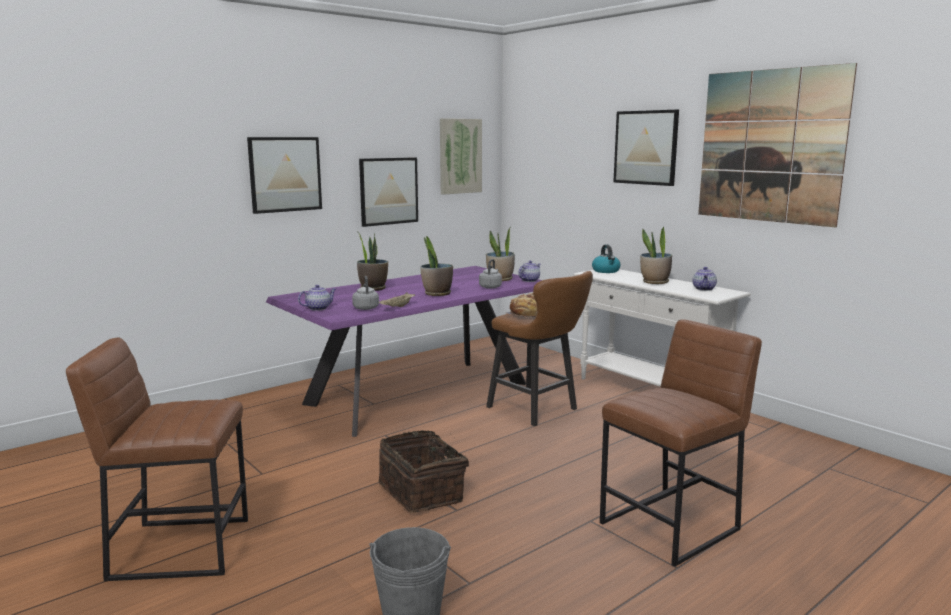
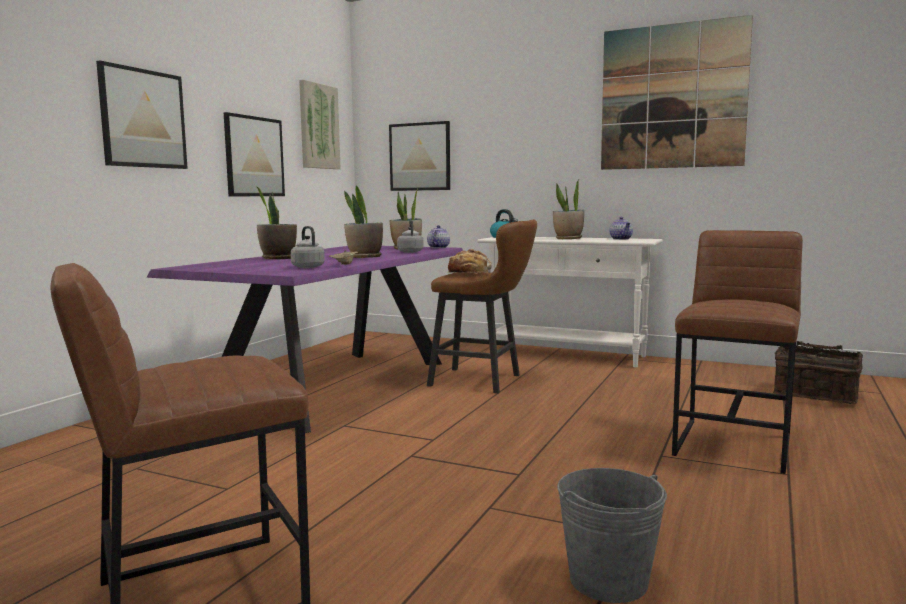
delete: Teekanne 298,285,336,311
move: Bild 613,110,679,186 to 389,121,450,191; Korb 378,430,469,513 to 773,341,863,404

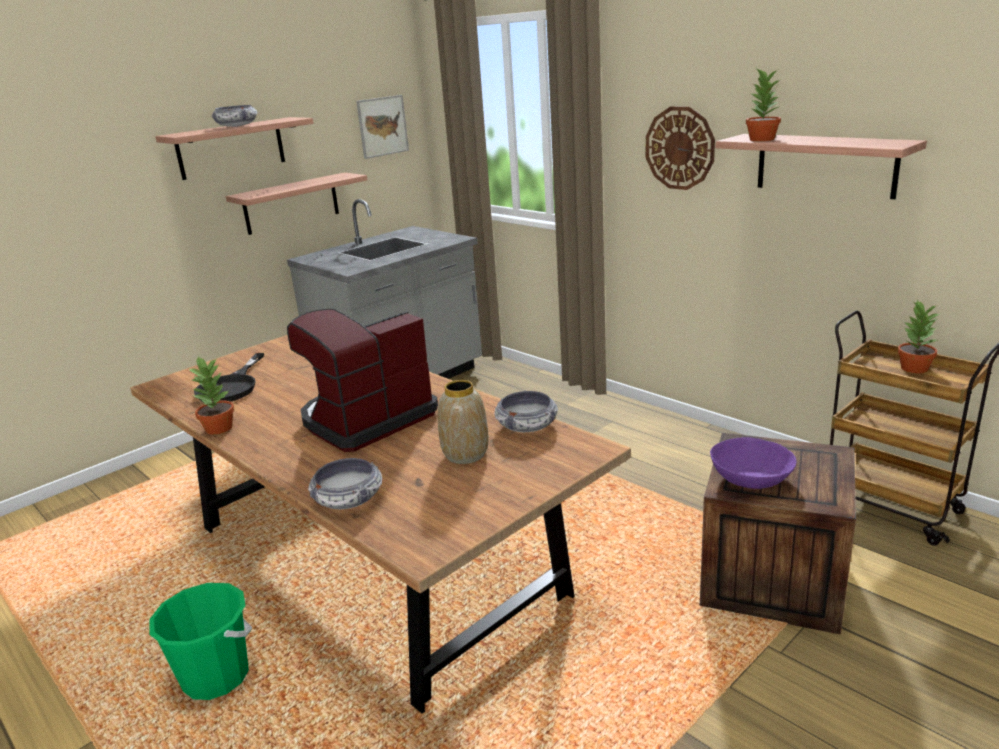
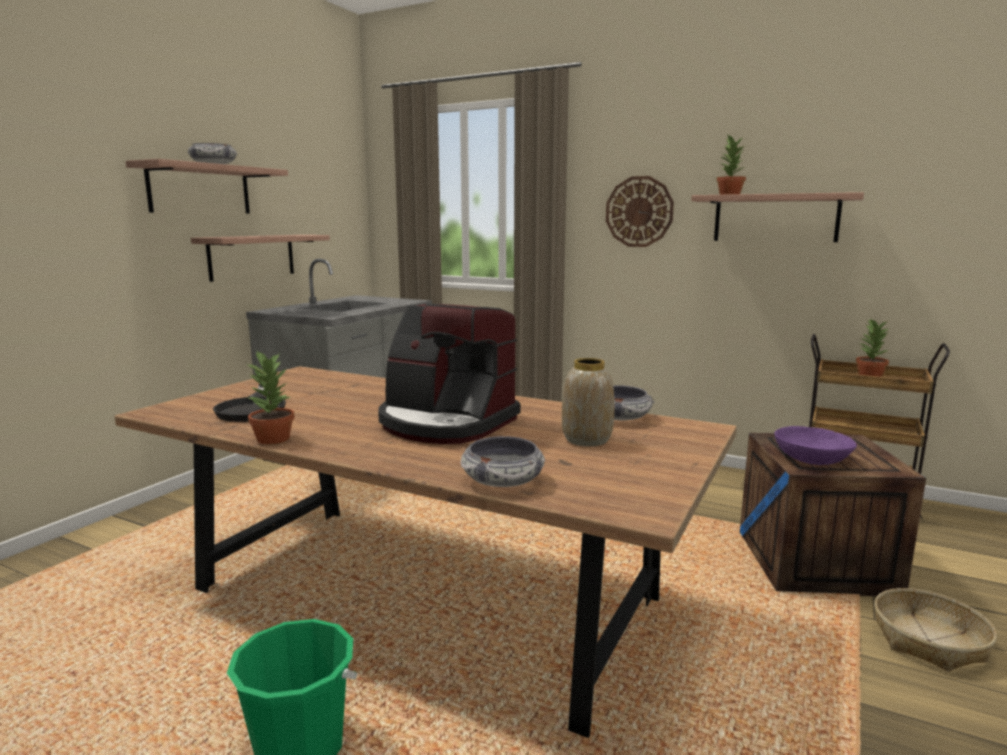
delete: Bild 356,95,409,159
insert: Korb 874,588,997,672
rotate: Kaffeemaschine 287,309,438,452 = 378,304,521,444 90 degrees counterclockwise

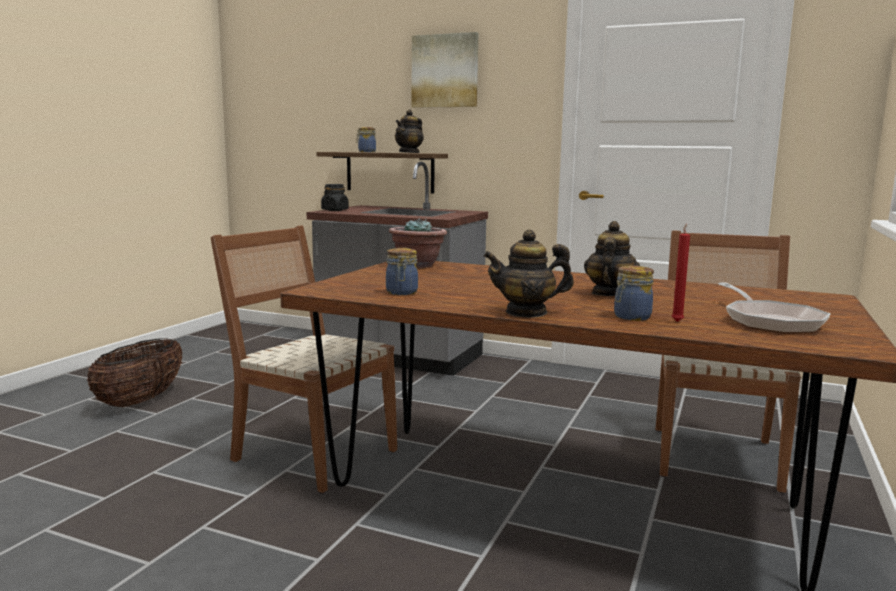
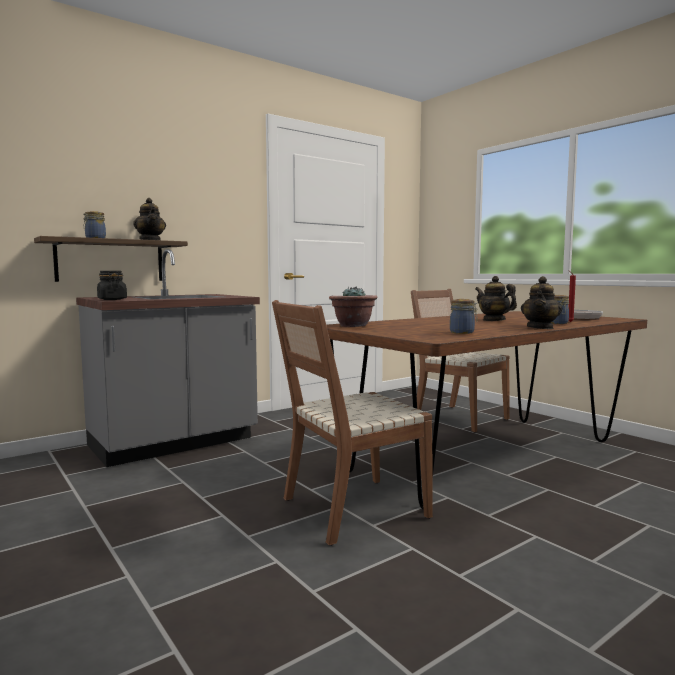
delete: Bild 412,32,478,108; Korb 87,338,183,407

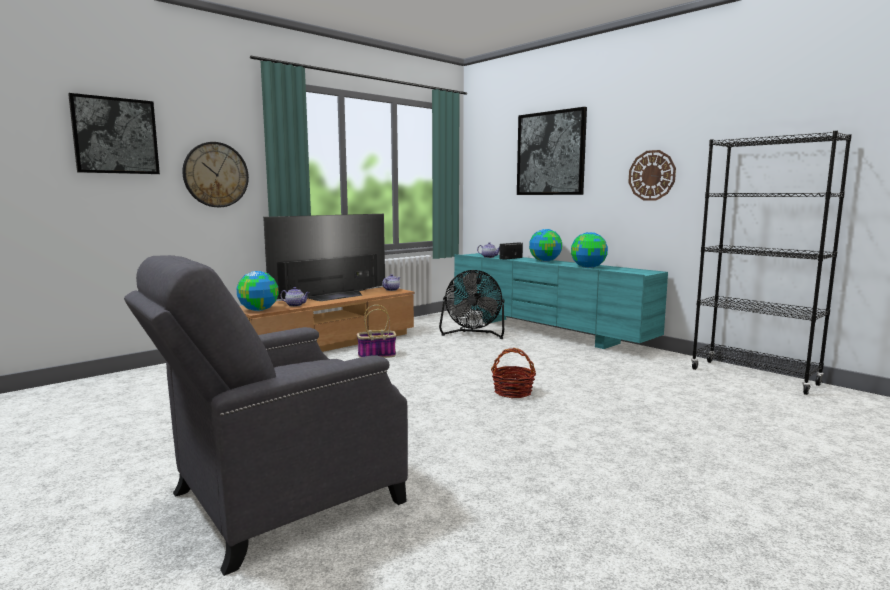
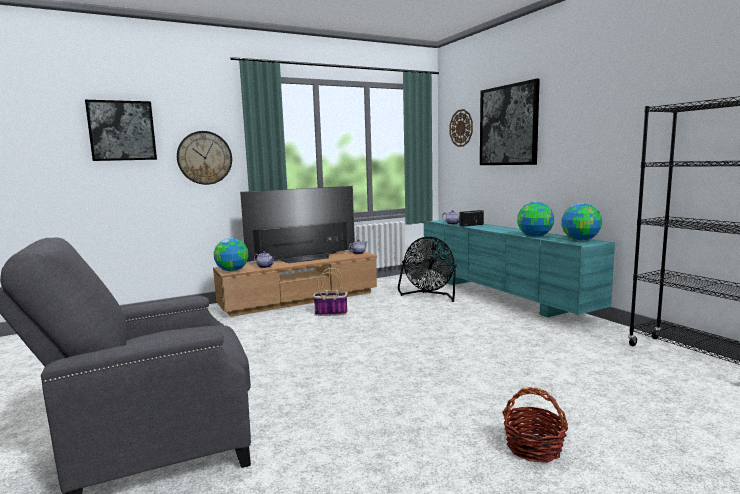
move: Wanduhr 628,150,676,201 to 450,109,473,147; Globus 529,229,562,262 to 561,203,602,241; Korb 491,348,536,398 to 502,387,568,463

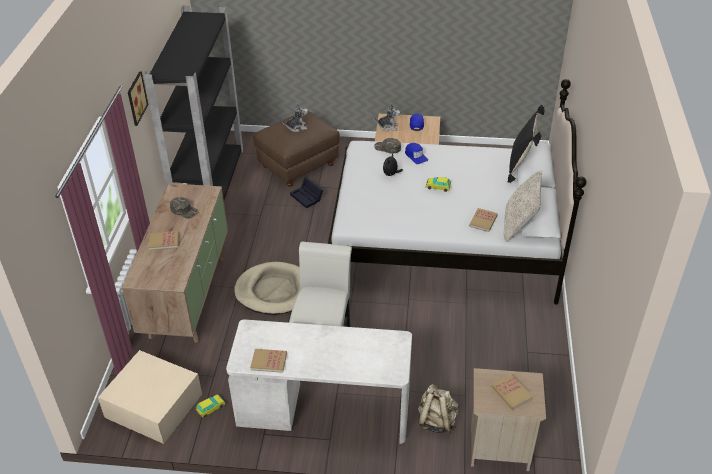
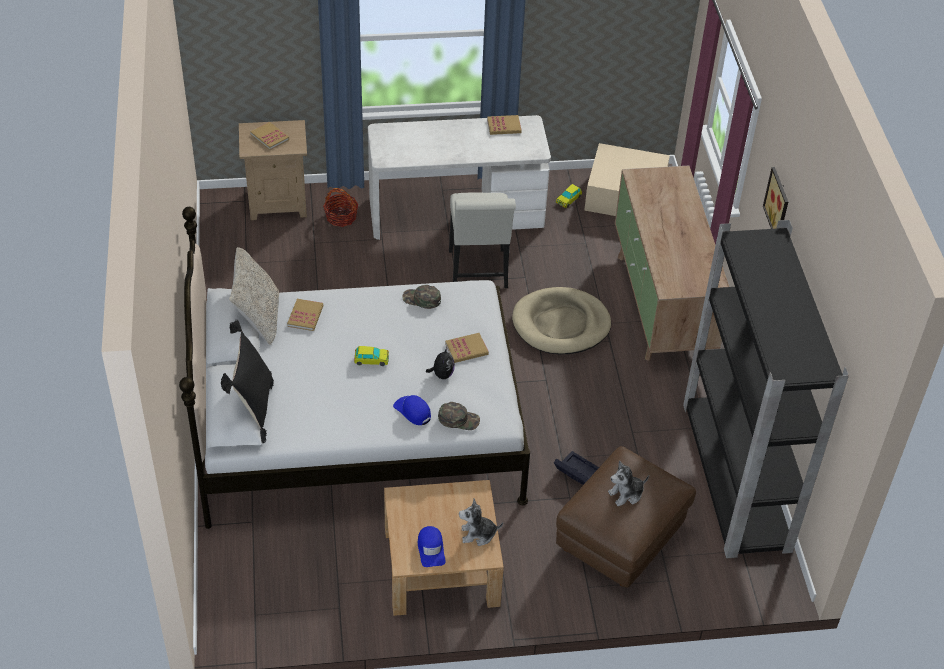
move: Kappe/grün 170,197,199,219 to 402,285,441,309; Buch 149,231,179,250 to 445,333,489,363
replace: Rucksack/beige 418,384,459,434 to Korb 323,188,359,227

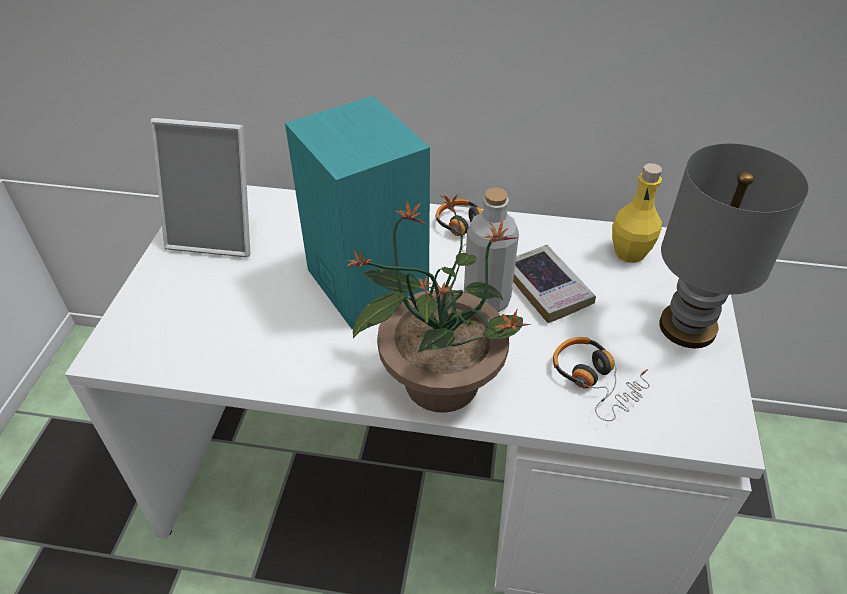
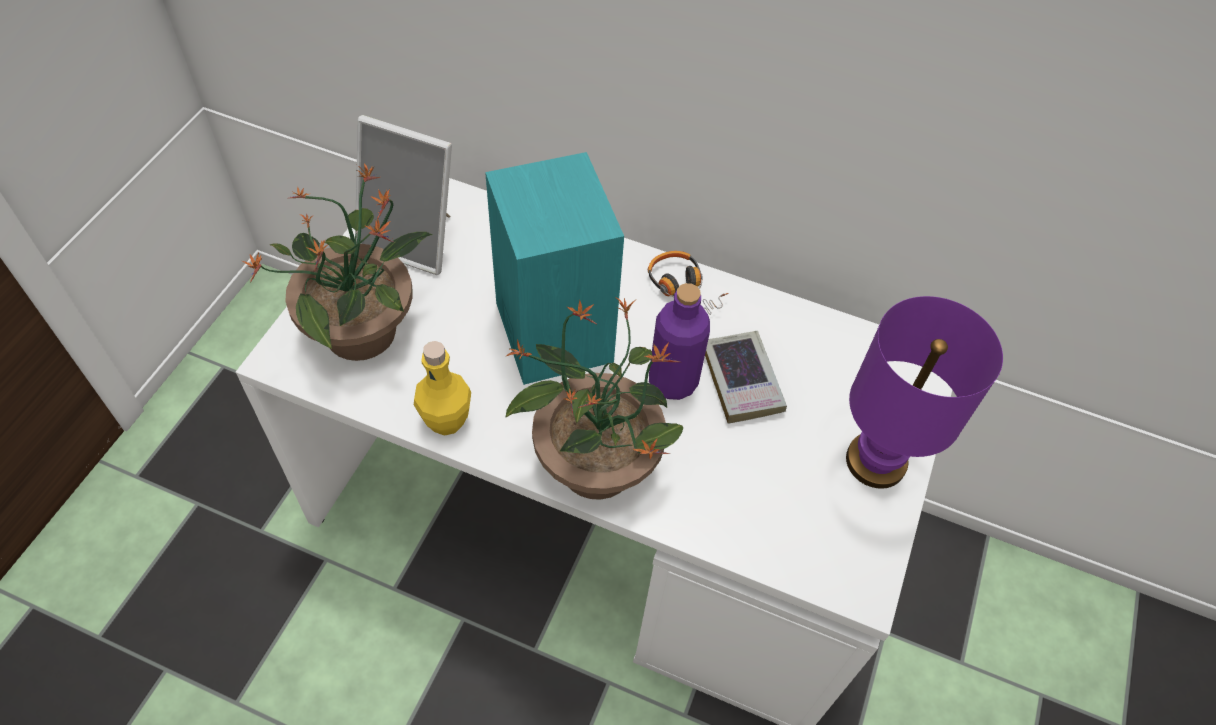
delete: Kopfhörer 553,337,650,421
insert: Topfpflanze 242,163,432,361
move: Flasche/gelb 612,163,662,263 to 414,341,471,436
recolor: Tischlampe/grau 659,143,809,348 to Tischlampe/lila 846,296,1003,489; Flasche/grau 464,188,519,313 to Flasche/lila 649,283,710,400

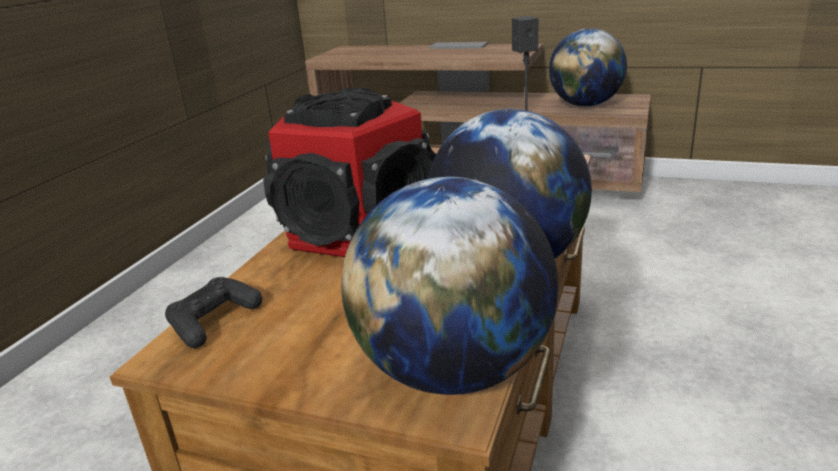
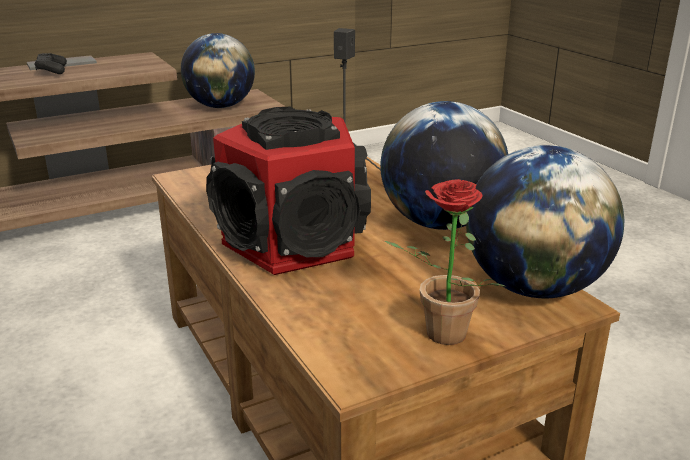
insert: Topfpflanze 384,179,507,345
move: Gamepad/schwarz 165,277,262,348 to 34,53,67,74

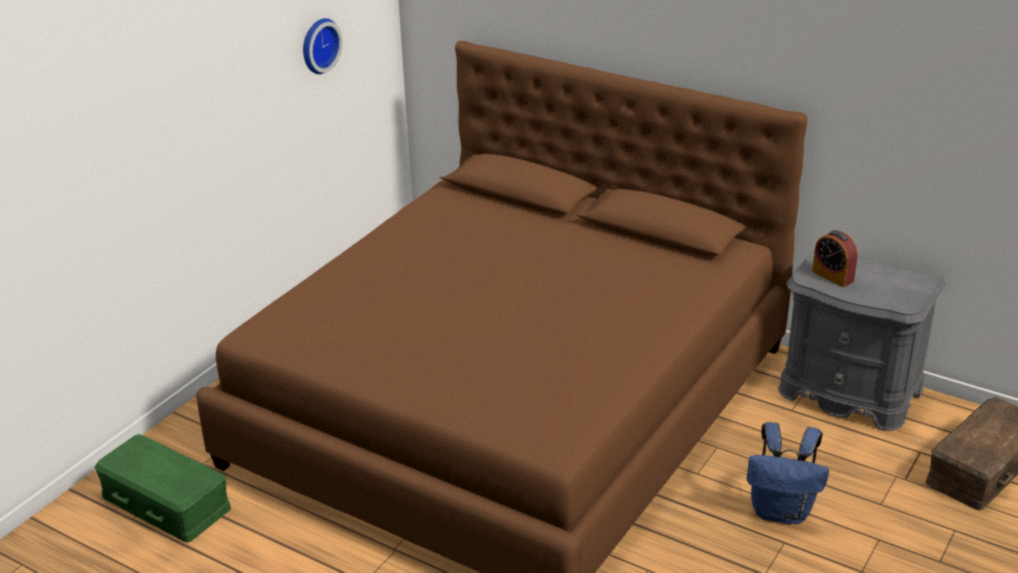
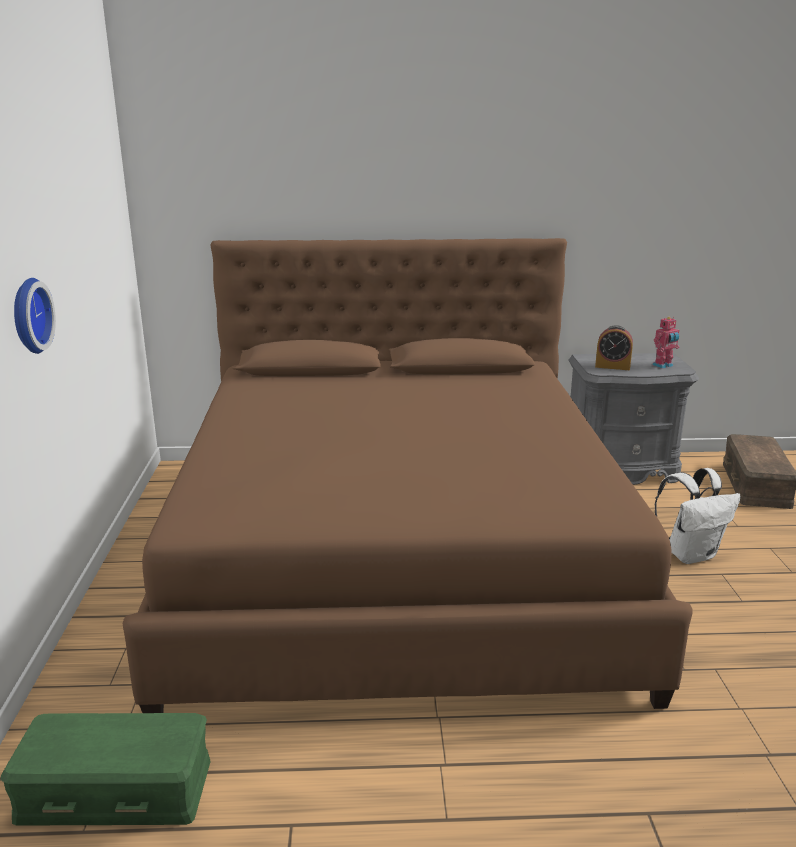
insert: Spielzeugroboter 652,317,679,369
move: Wanduhr 303,18,342,74 to 14,278,56,354
recolor: Rucksack/blau 747,422,829,524 to Rucksack/weiß 654,468,741,564

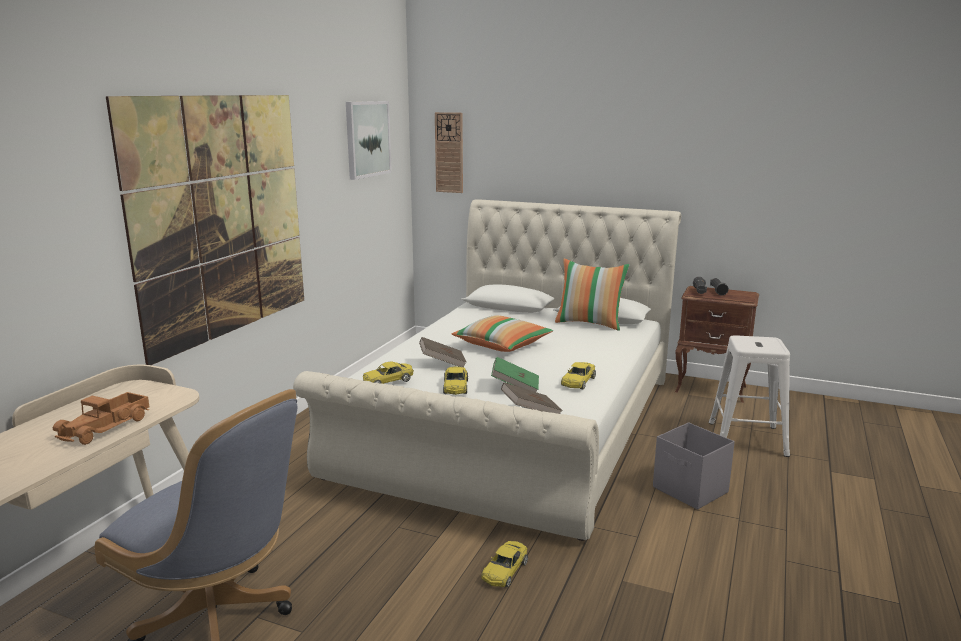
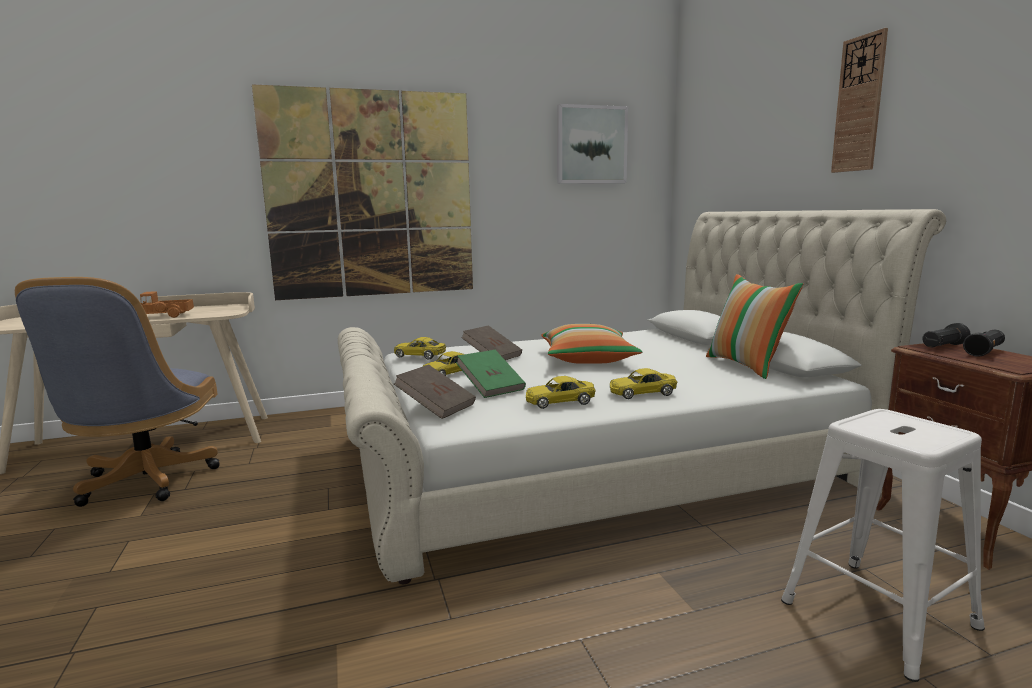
delete: Aufbewahrungsbox/grau 653,423,735,510
move: Wanduhr 435,112,463,193 to 831,28,888,173; Spielzeugauto/gelb 481,541,528,587 to 610,368,678,399

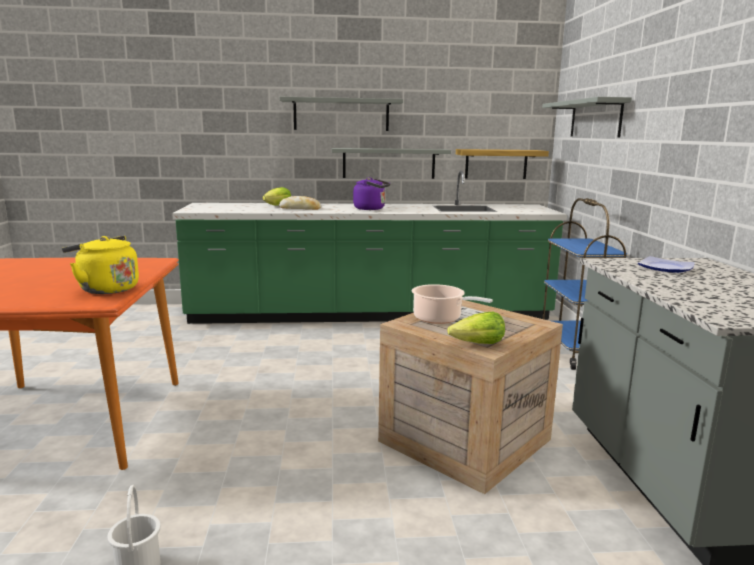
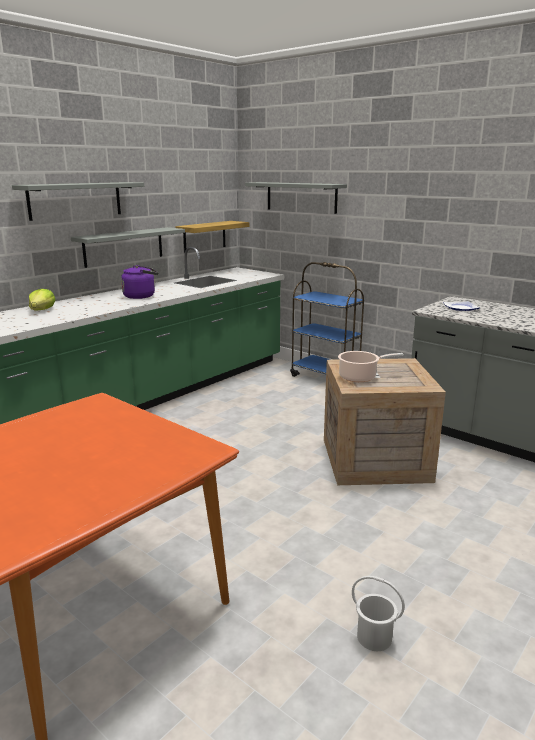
delete: Brot 279,196,321,210; Wasserkessel/gelb 62,236,139,294; Salatkopf 447,312,505,344

